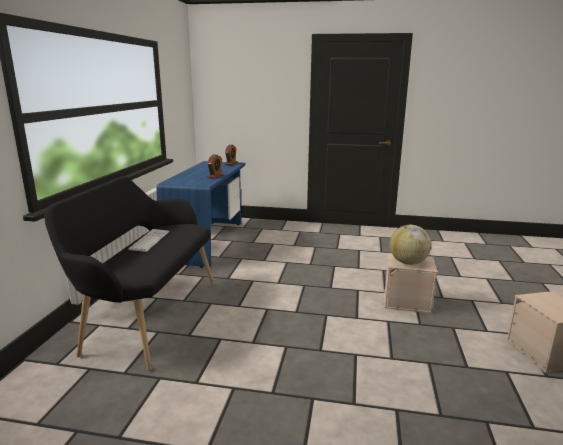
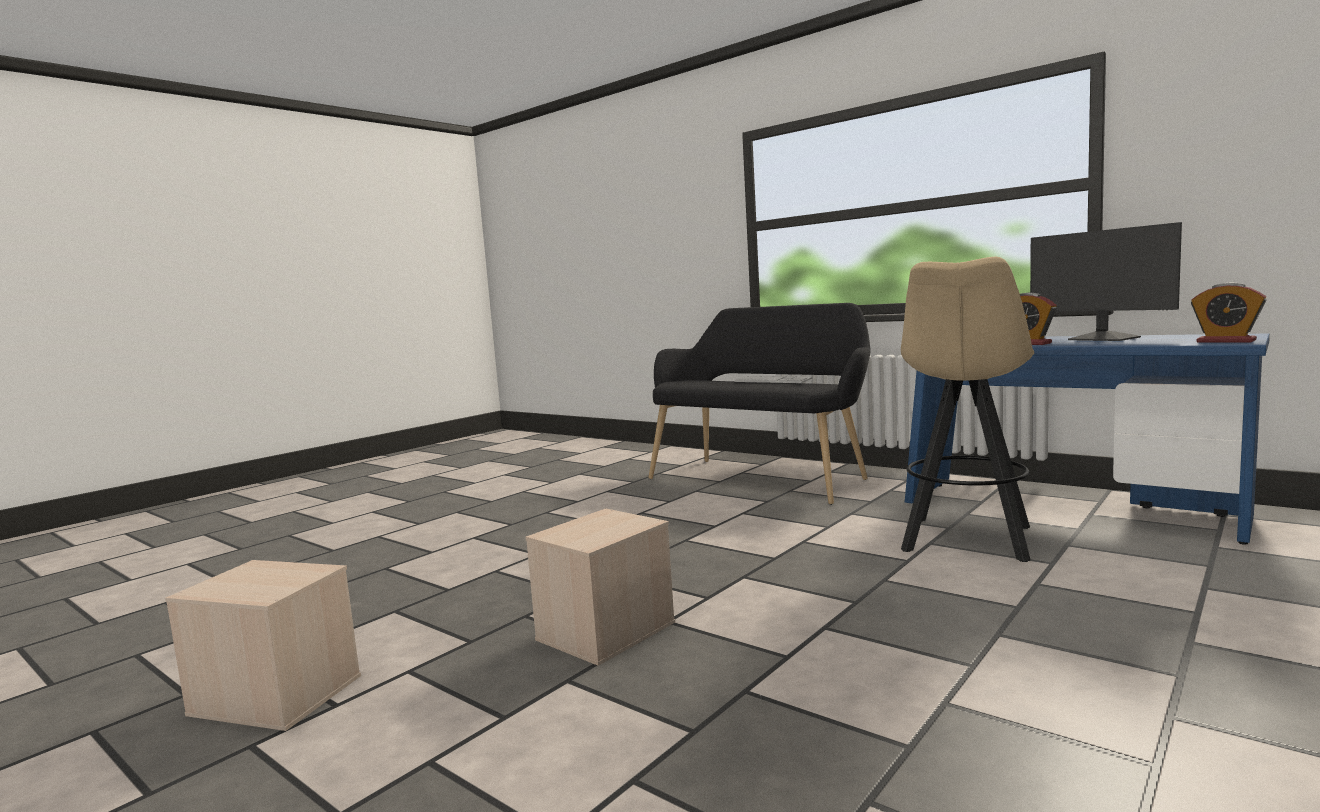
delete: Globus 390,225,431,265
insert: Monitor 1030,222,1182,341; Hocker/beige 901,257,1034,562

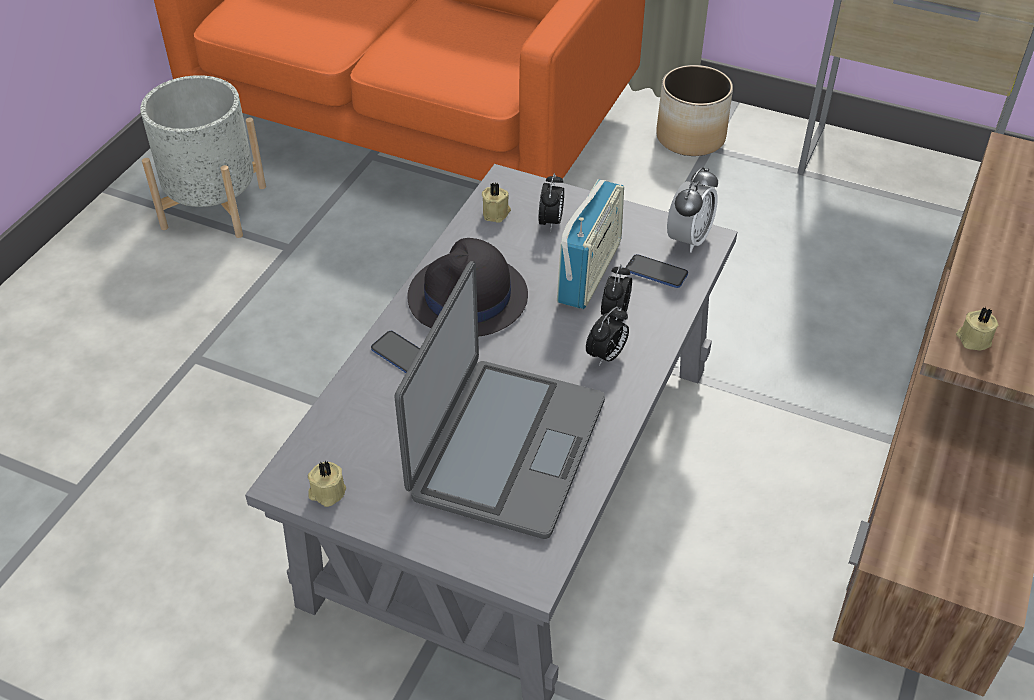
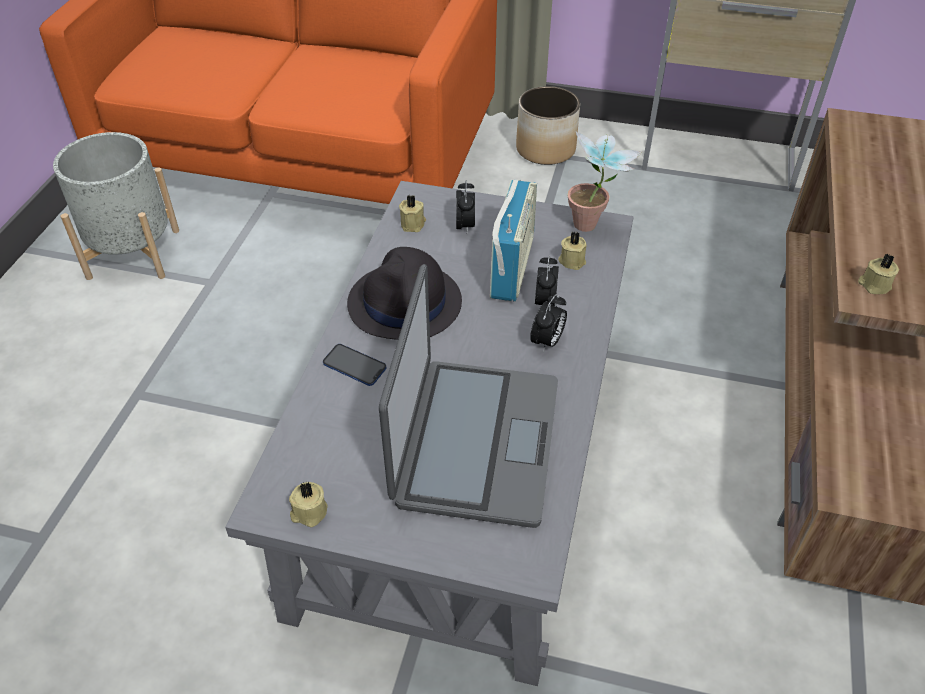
replace: Wecker 667,167,718,253 to Topfpflanze 567,132,643,232; Handy 626,254,688,288 to Kerze/beige 558,232,587,270

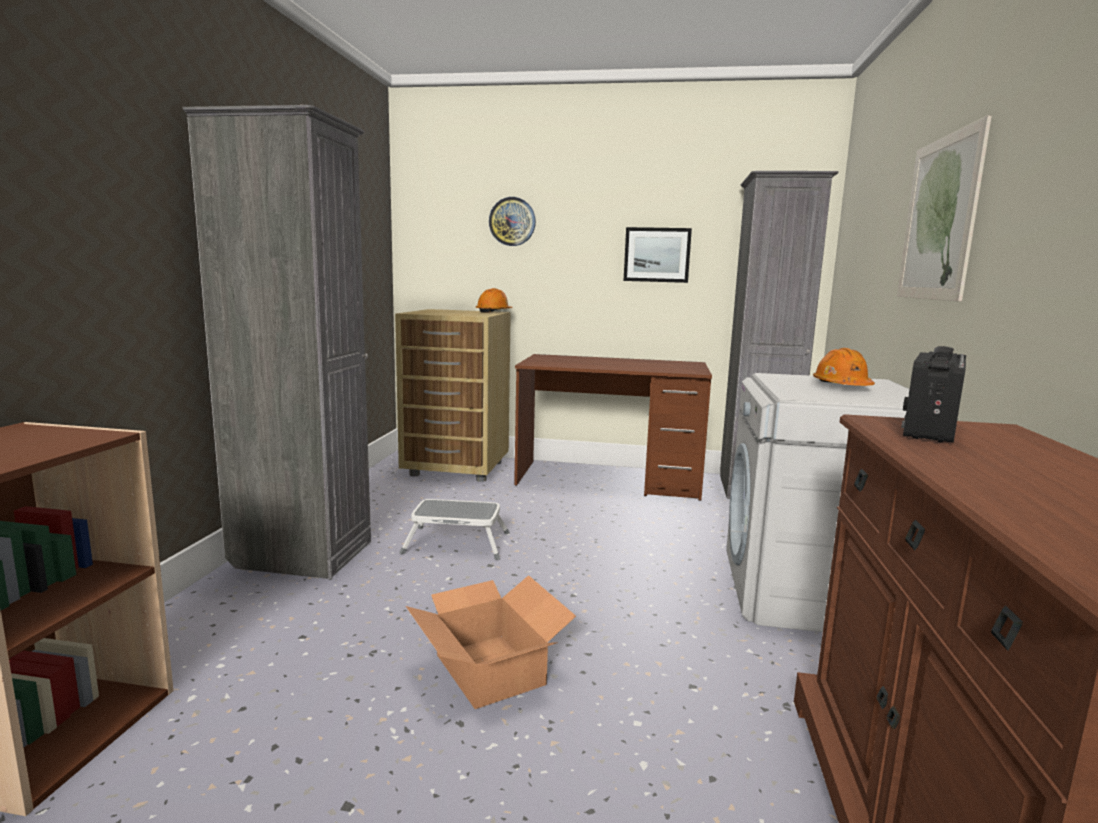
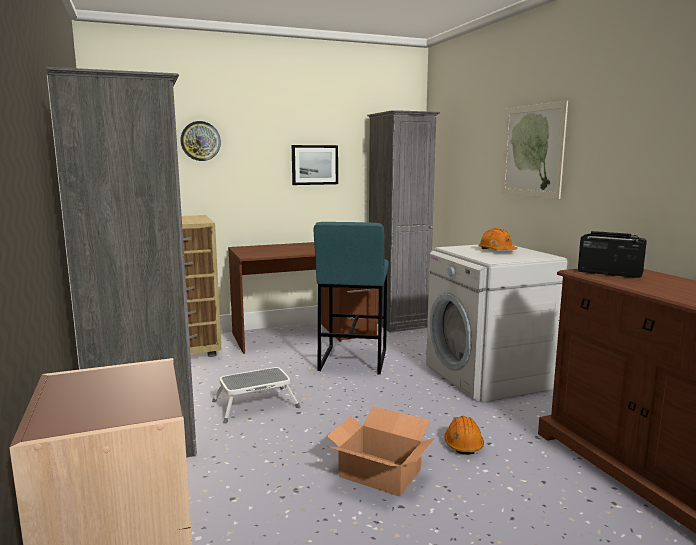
insert: Hocker/türkis 314,222,389,375
move: Schutzhelm/orange 476,288,513,313 to 444,416,484,455
rotate: Radio 901,346,966,443 = 578,231,647,278 120 degrees clockwise

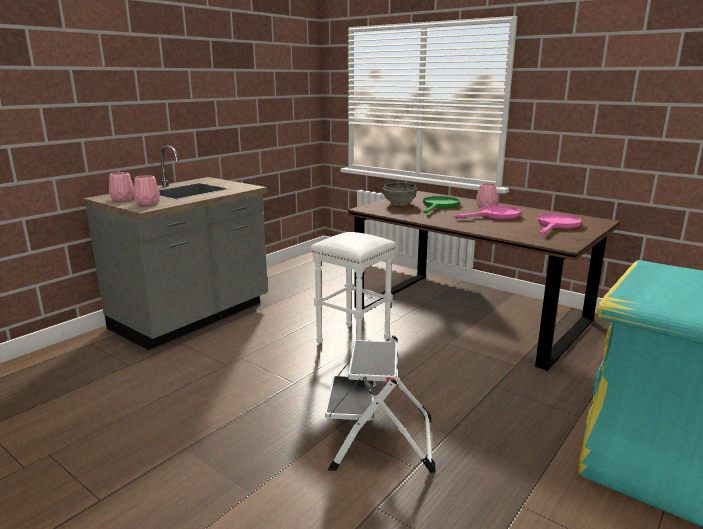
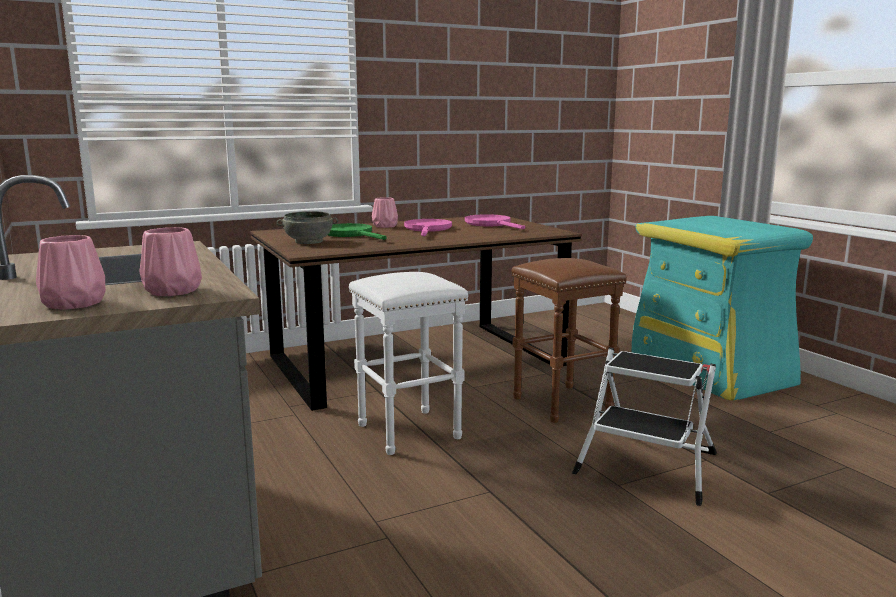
insert: Hocker/braun 511,258,627,423

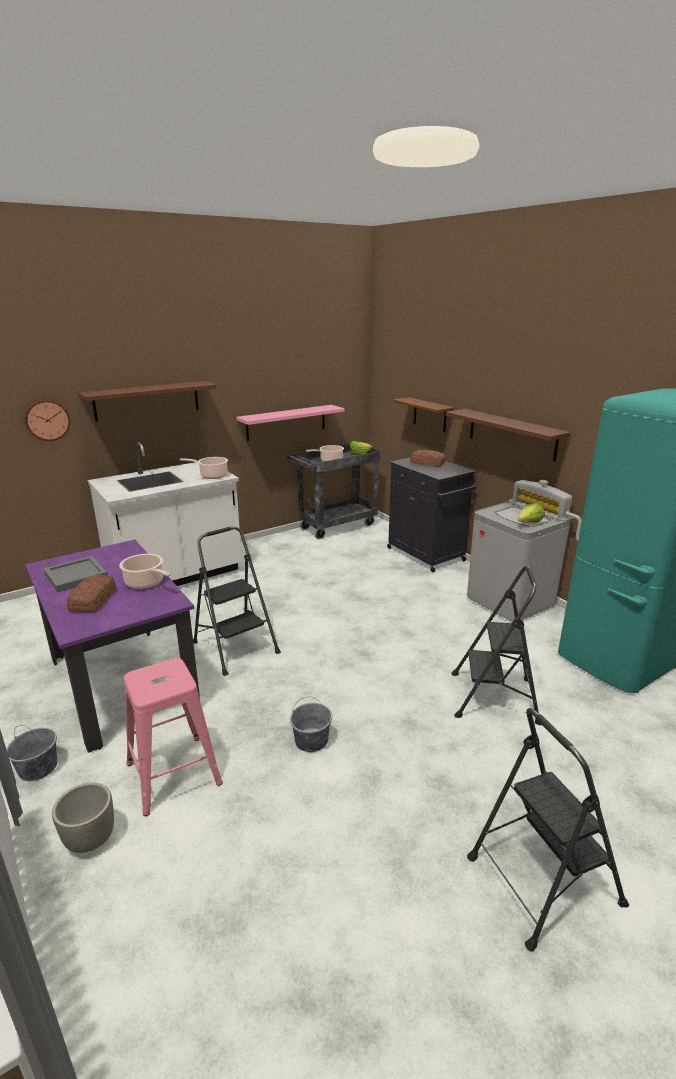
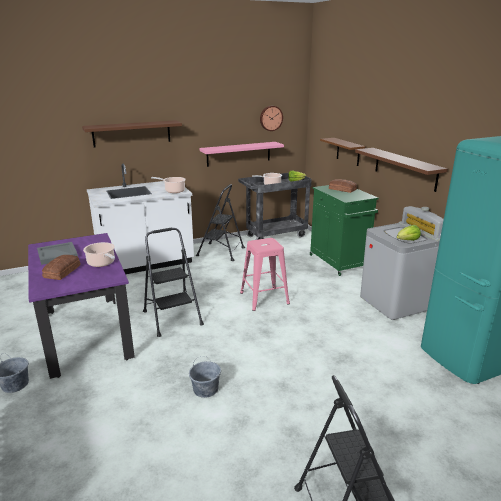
delete: Pflanzkübel 52,782,114,853
move: Wanduhr 25,399,70,441 to 260,106,283,131; Trittleiter/schwarz 451,566,541,725 to 196,184,245,261; Hocker/rosa 124,658,223,816 to 240,238,290,311
recolor: Schrank/schwarz 387,457,476,572 to Schrank/grün 310,185,379,276

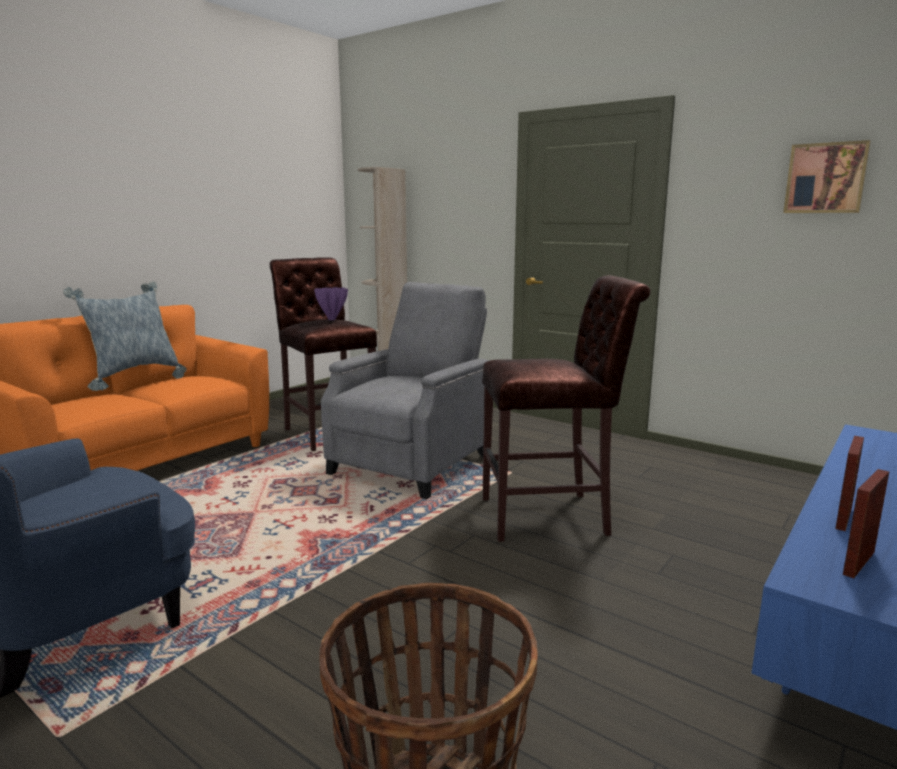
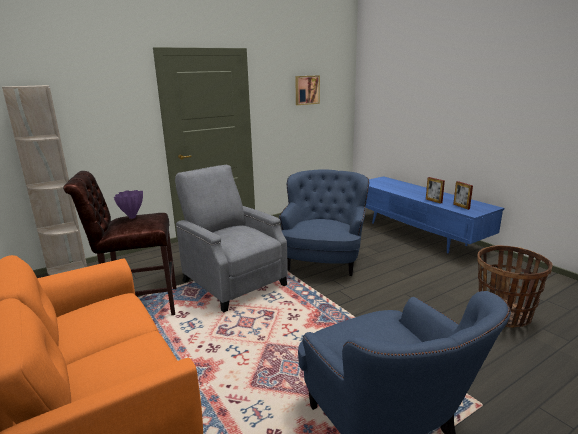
delete: Kissen 63,282,187,391
replace: Hocker/braun 482,275,650,542 to Sessel/blau 279,170,369,276

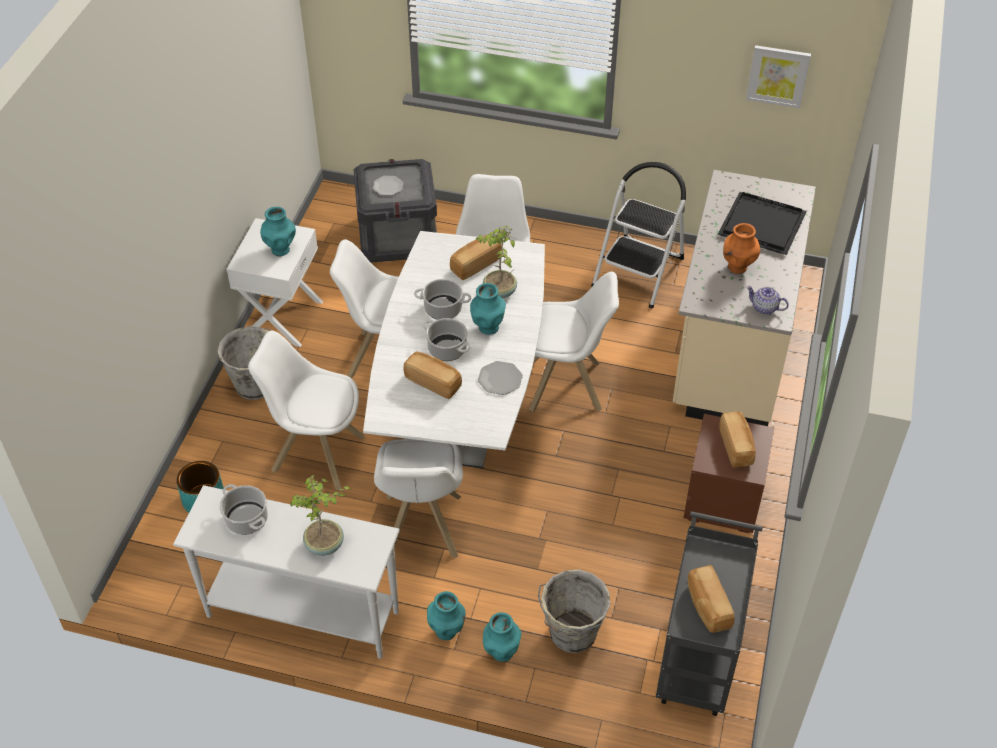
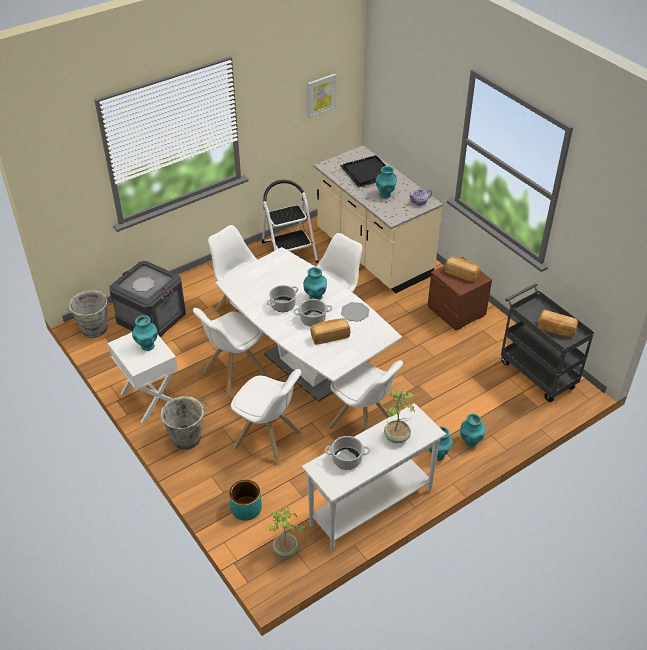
delete: Brot 450,235,502,280
move: Topfpflanze 476,225,517,298 to 269,507,306,558; Eimer/grau 538,570,610,653 to 67,290,109,338
recolor: Vase/orange 723,223,760,274 to Vase/türkis 376,166,397,198
rotate: Stuhl/weiß 248,331,365,490 = 231,369,301,465 120 degrees counterclockwise

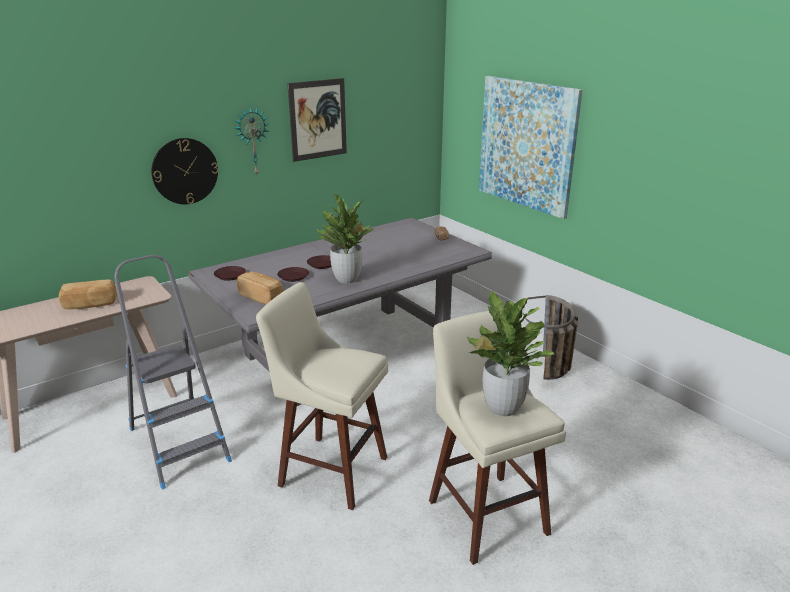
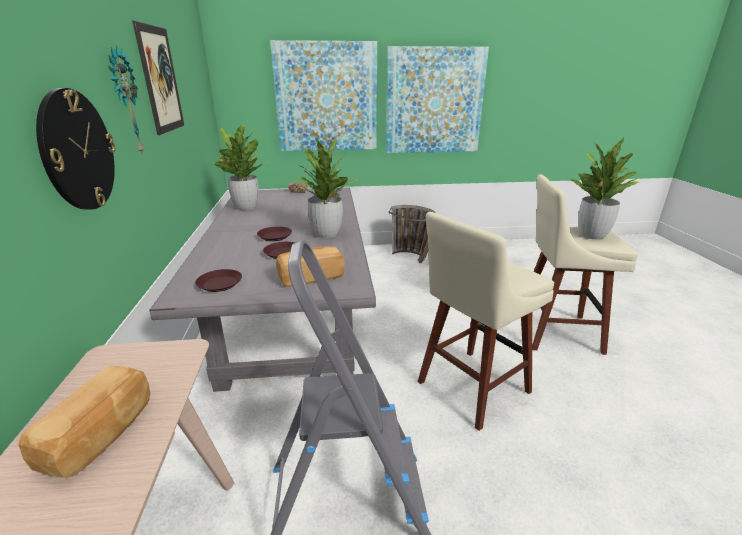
insert: Bild 386,46,489,153; Topfpflanze 212,125,268,210

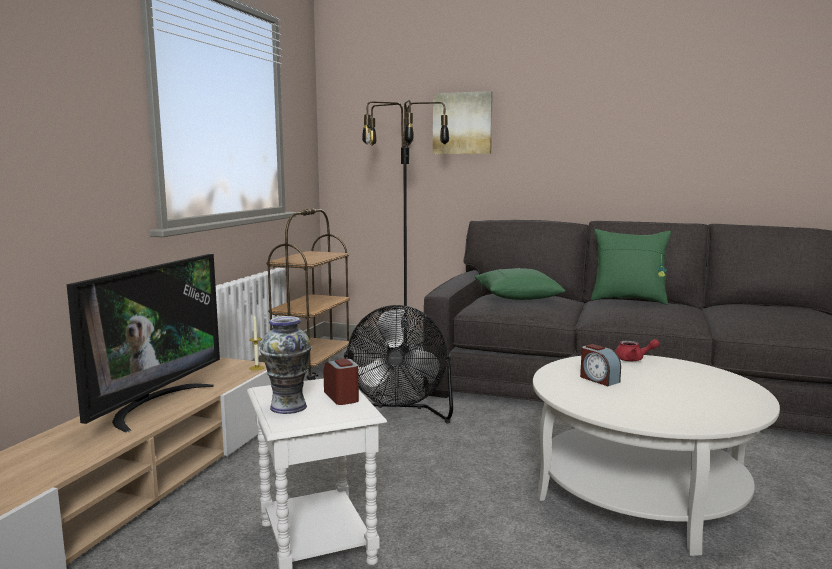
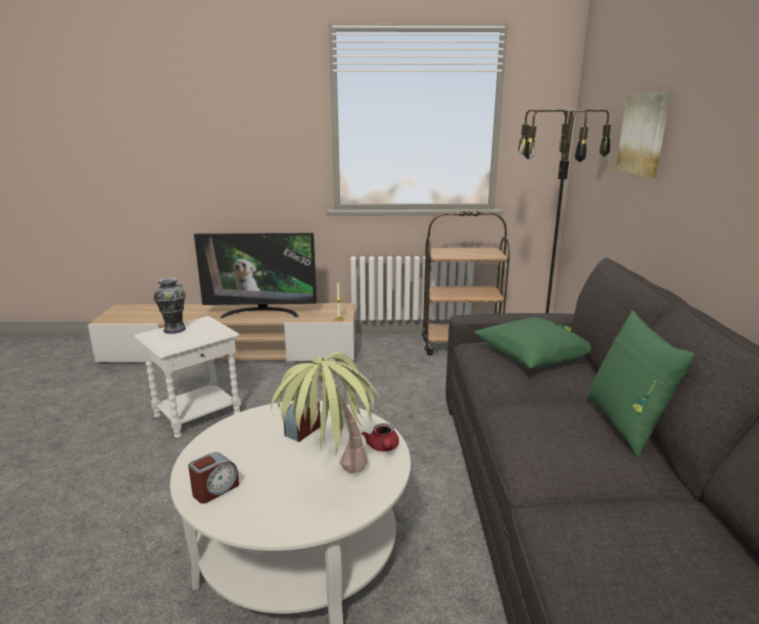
delete: Ventilator/schwarz 344,305,453,423
insert: Topfpflanze 271,352,381,473
move: Wecker 324,359,359,405 to 188,452,239,504

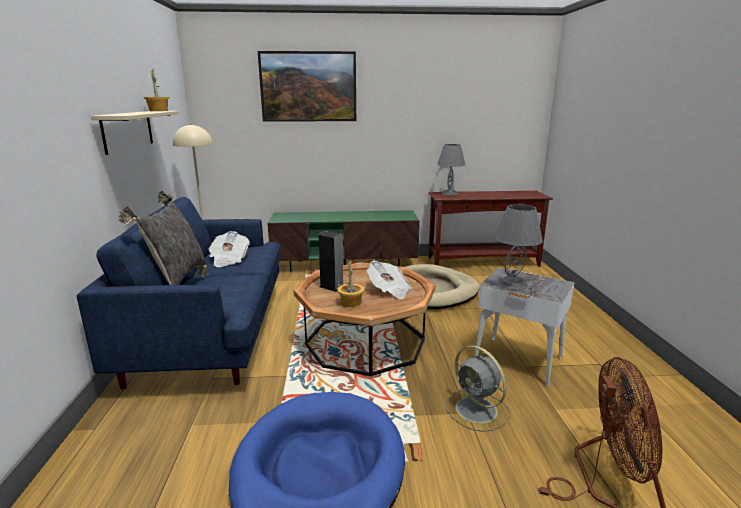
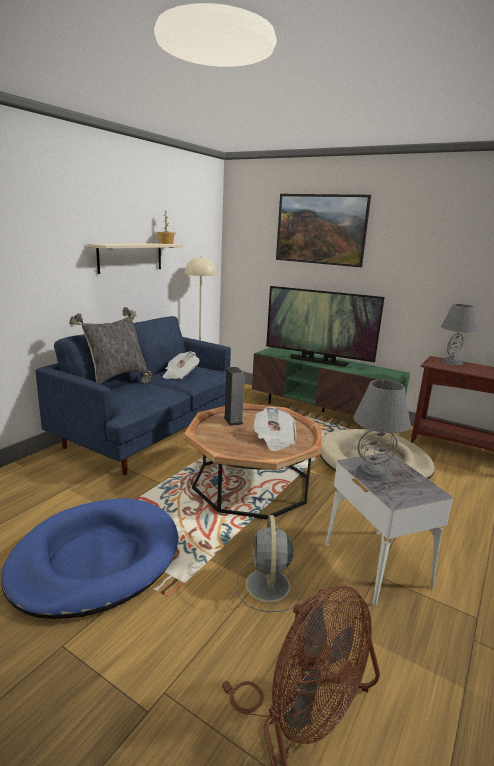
delete: Topfpflanze 337,260,365,307
insert: Fernseher 266,286,385,367

